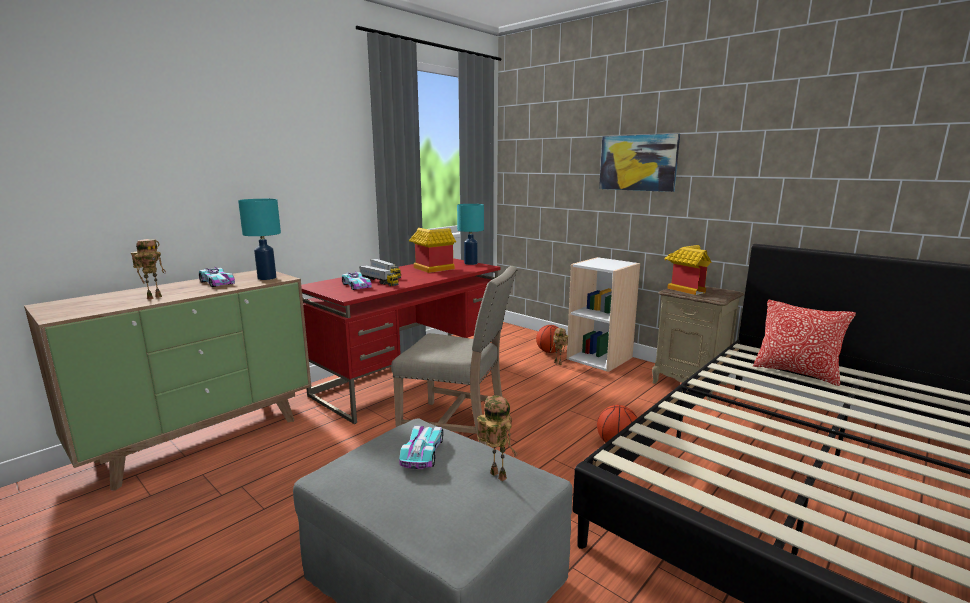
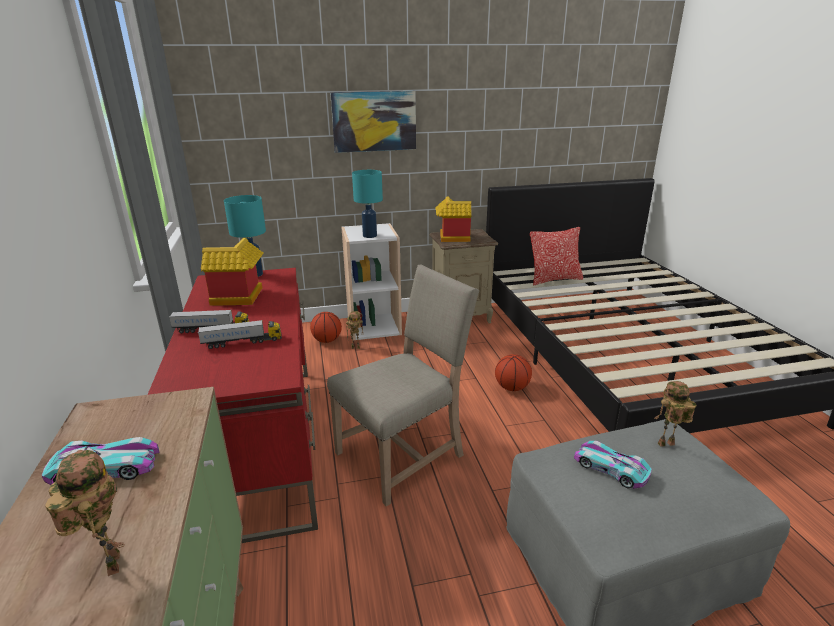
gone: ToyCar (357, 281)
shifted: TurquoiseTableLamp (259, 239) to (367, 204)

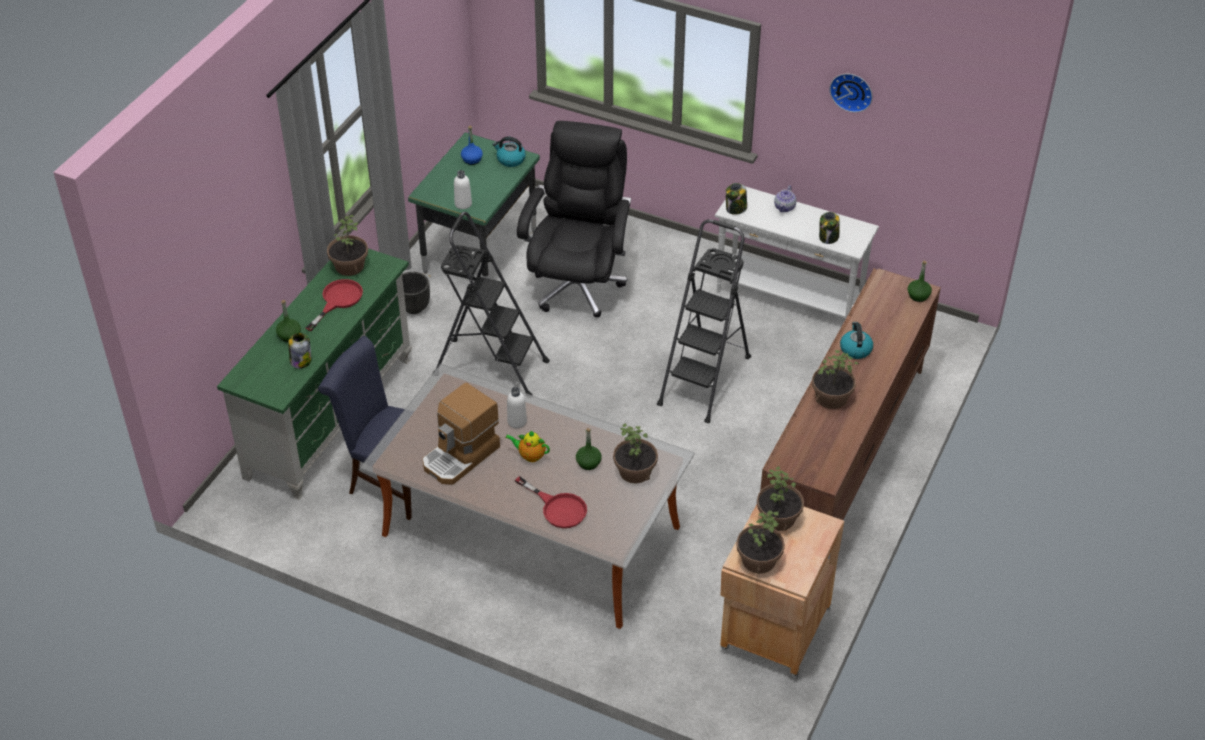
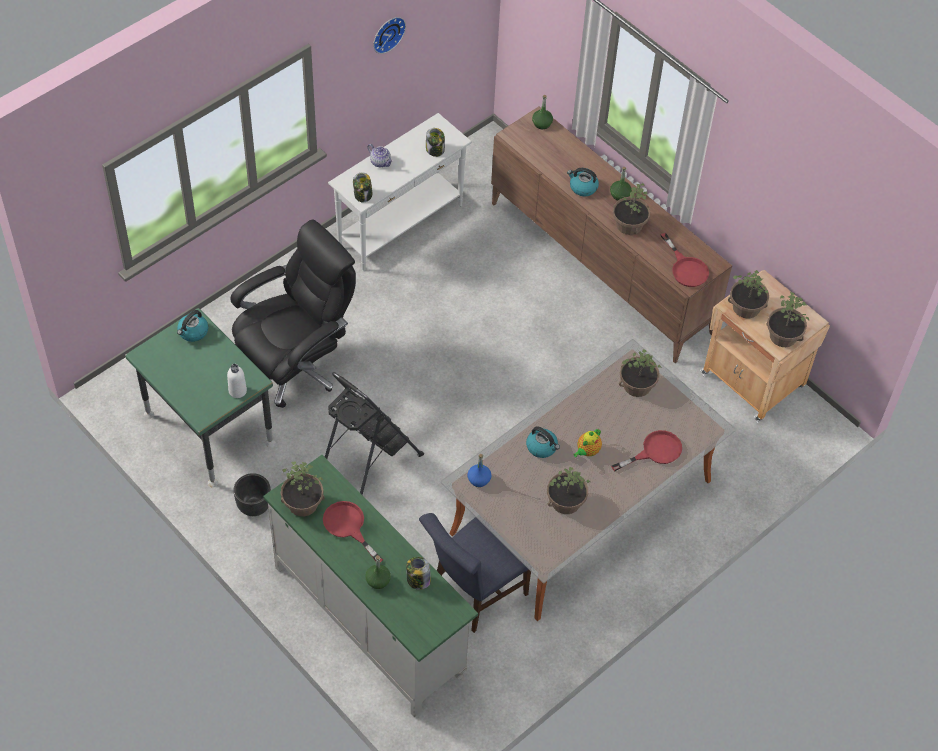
gone: StepLadder (704, 321)
new: RedFryingPan (685, 260)
shifted: BlueBottle (472, 145) to (479, 470); GreenBottle (589, 449) to (621, 184)
swapped: CoffeeMachine (461, 434) to PottedPlant (568, 490); WhiteBottle (517, 407) to Kettle (543, 442)
rotated: BlackOfficeChair (574, 219) = (293, 313) 105 degrees clockwise

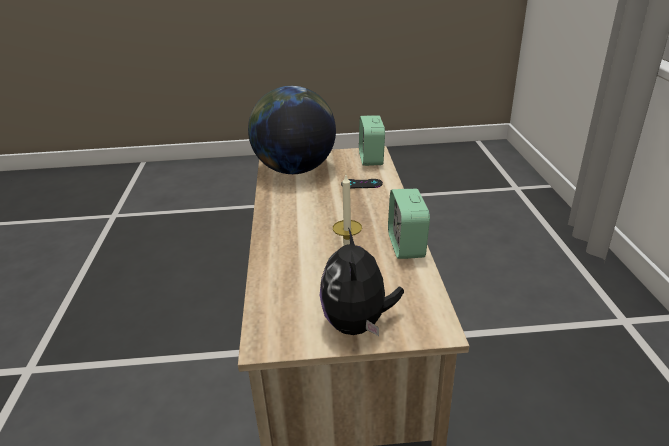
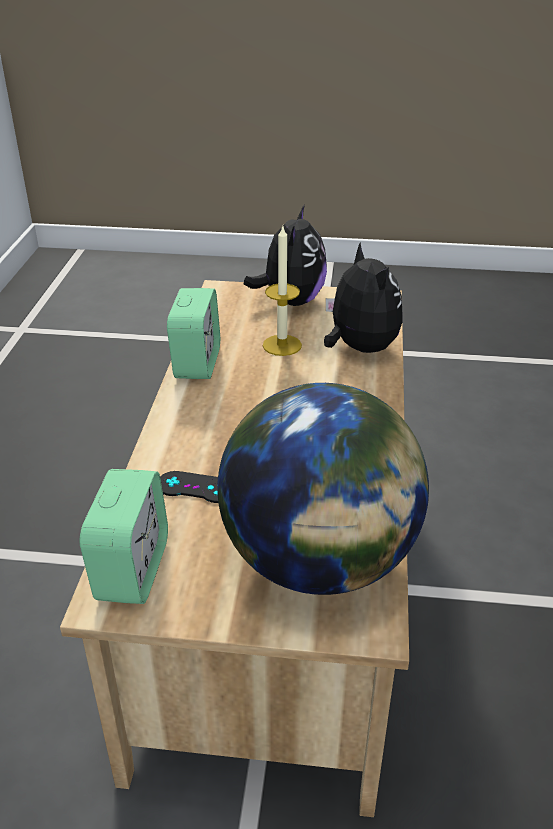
new: PlushToy (363, 297)

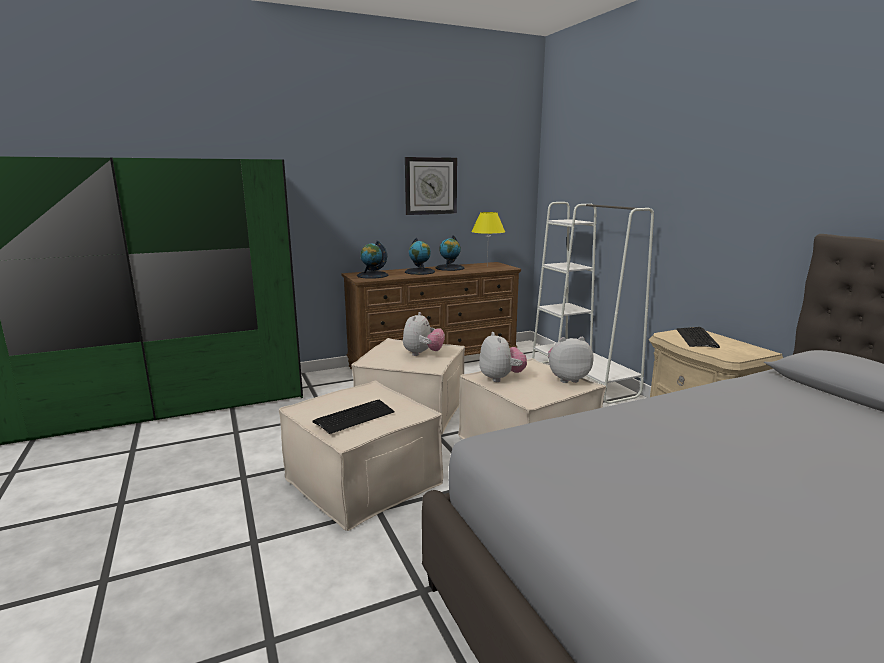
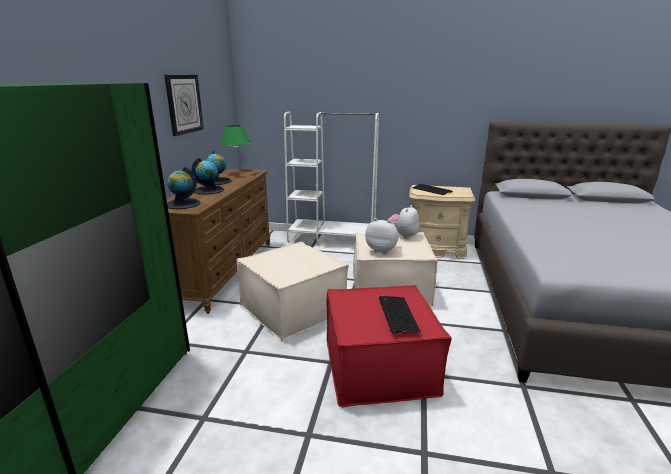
gone: PlushToy (424, 334)
repainted: YellowTableLamp (488, 239) to GreenTableLamp (235, 147); BeigeOttoman (361, 456) to RedOttoman (389, 346)

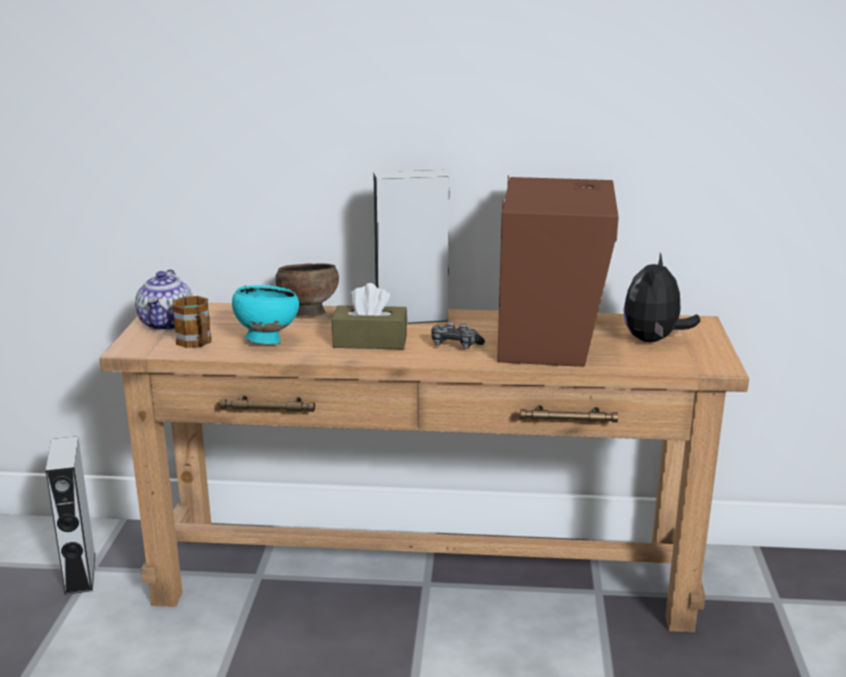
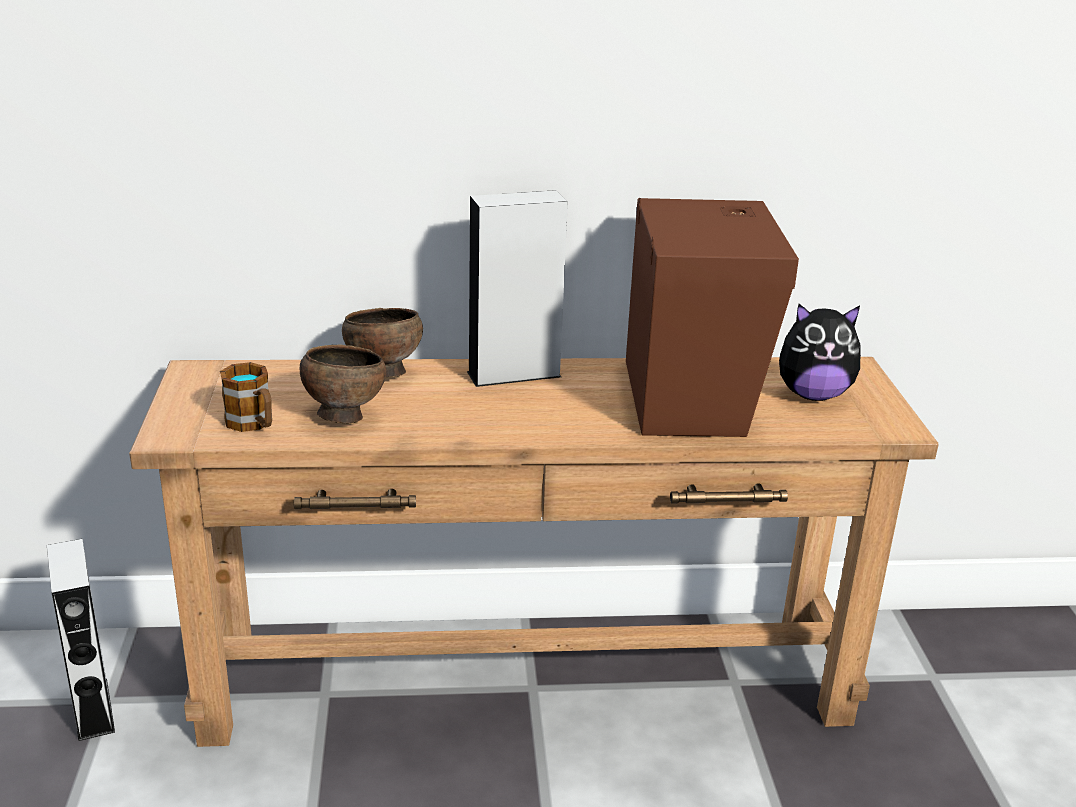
gone: Teapot (164, 300); BrownTissueBox (370, 316); GameController (458, 335)
repainted: TurquoiseBowl (265, 314) to BrownBowl (343, 383)
rotated: PlushToy (661, 297) = (820, 352) 105 degrees counterclockwise

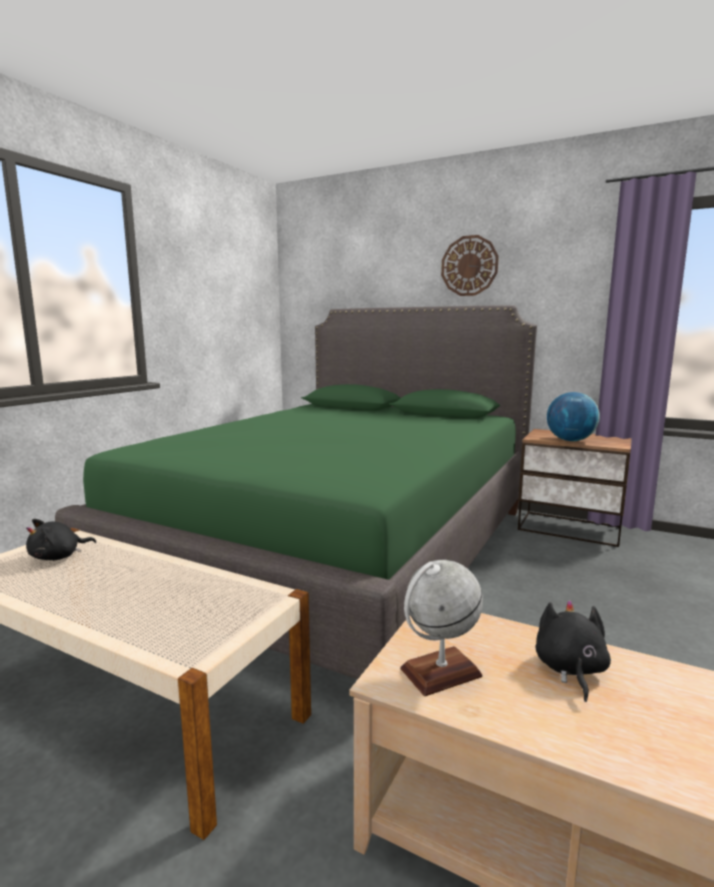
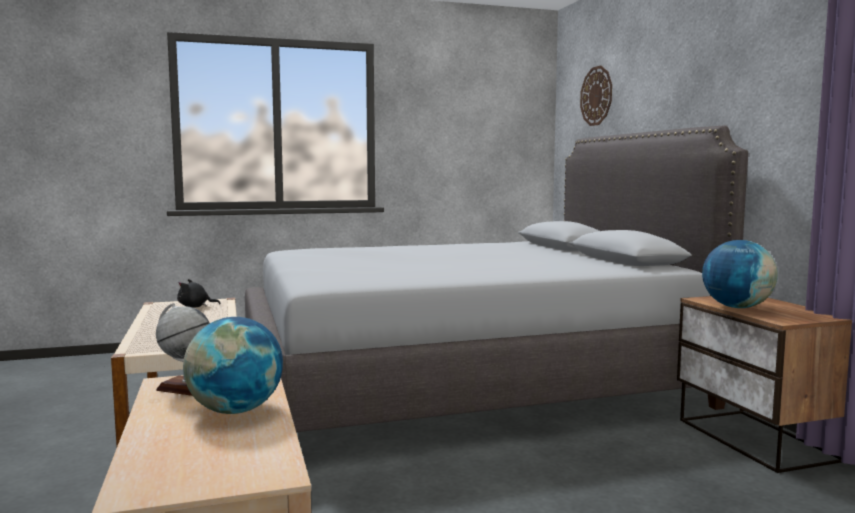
shifted: WallClock (470, 265) to (596, 95)
swapped: BlackPlushToy (573, 651) to Globe (233, 365)
repainted: GreenBed (296, 492) to GreyBed (496, 278)

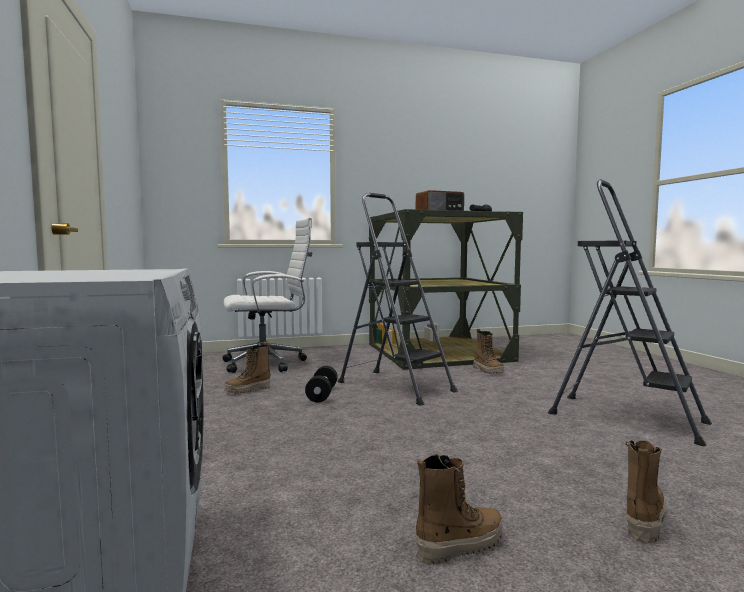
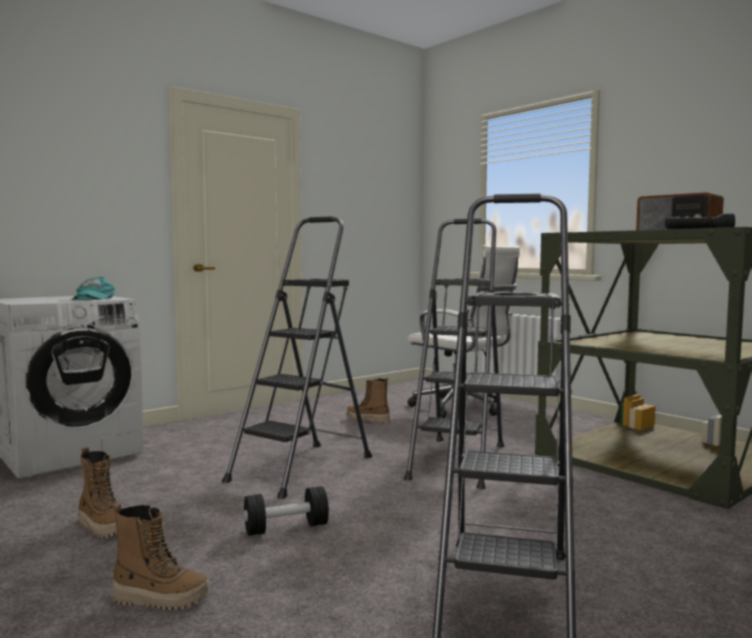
gone: Boot (488, 351)
new: StepLadder (297, 357); TurquoiseCap (93, 288)
shifted: BlackDumbbell (321, 384) to (286, 511)

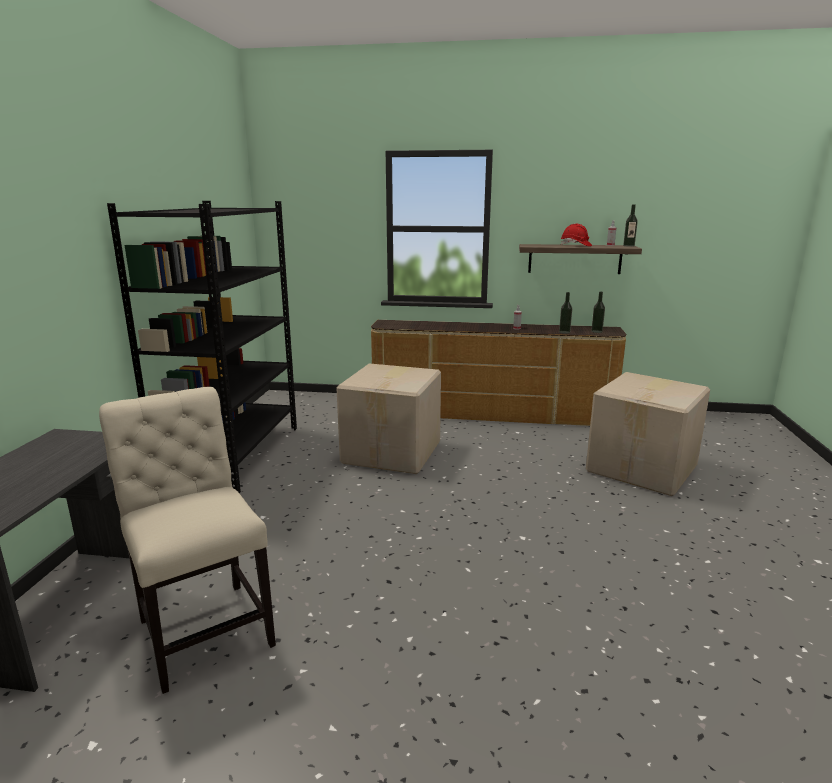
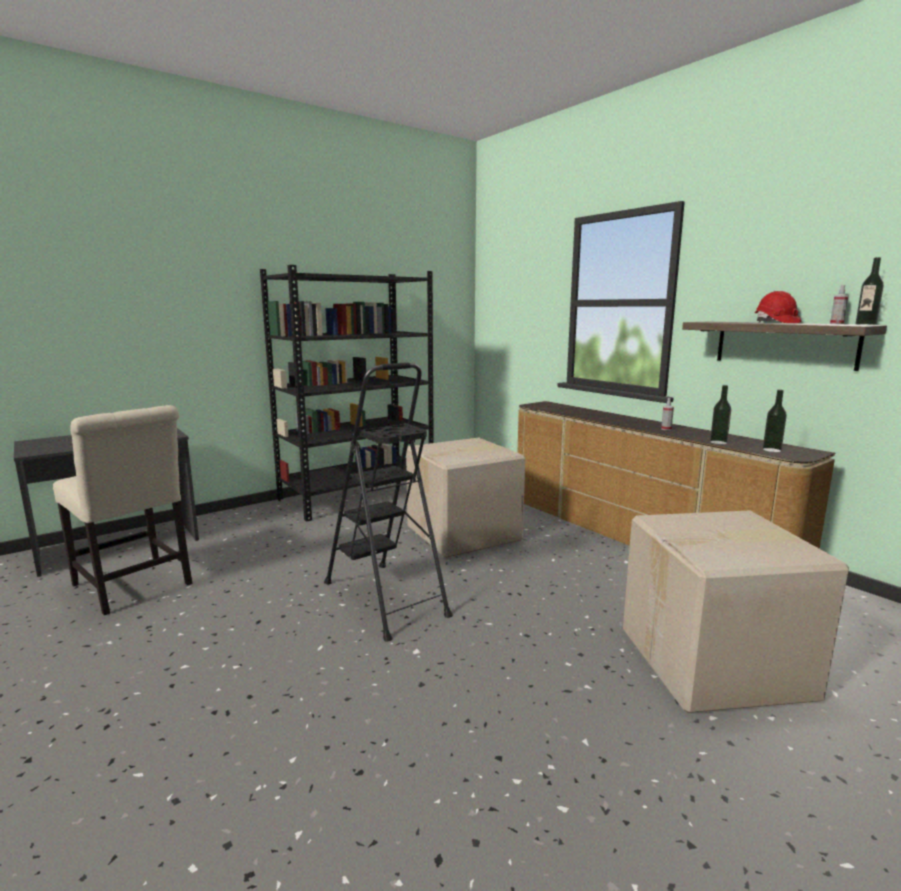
new: StepLadder (388, 501)
rotated: BeigeChair (187, 540) = (122, 510) 120 degrees clockwise

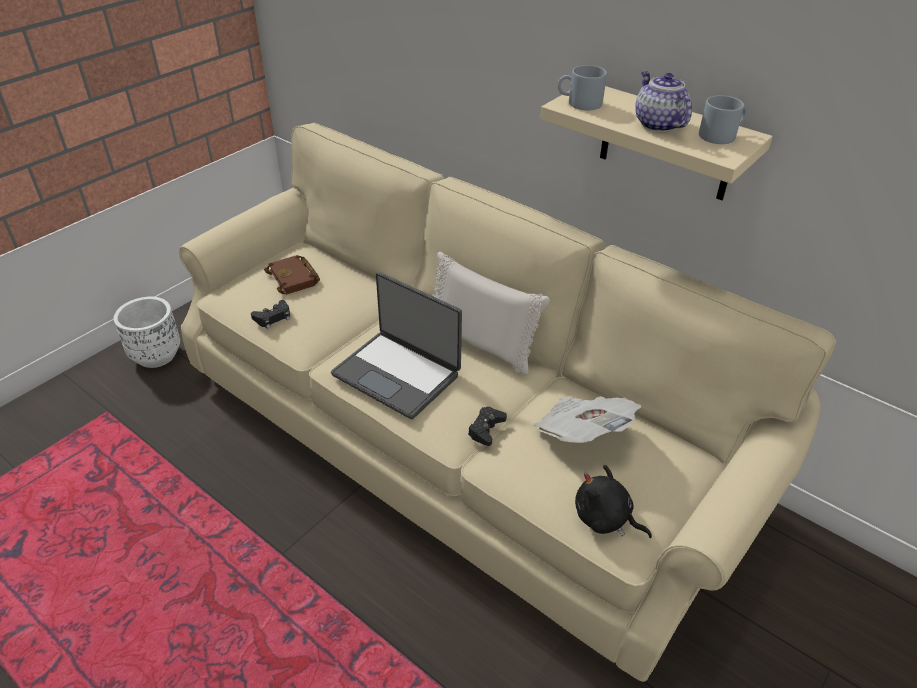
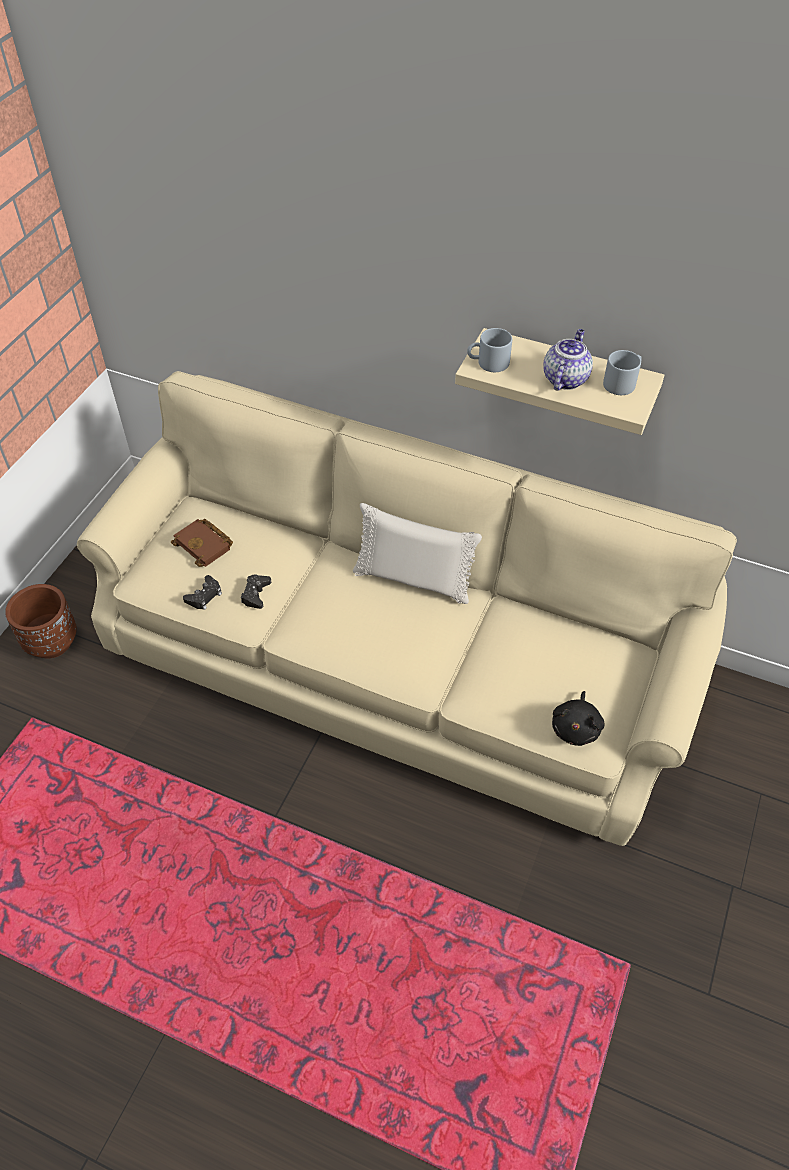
gone: Laptop (396, 345); Newspaper (587, 420)
shifted: BlackGameController (487, 426) to (256, 591)
repainted: WhitePlanter (147, 332) to BrownPlanter (41, 621)
rotated: Teapot (663, 101) = (568, 360) 60 degrees clockwise; BlackPlushToy (613, 501) = (578, 718) 90 degrees counterclockwise

